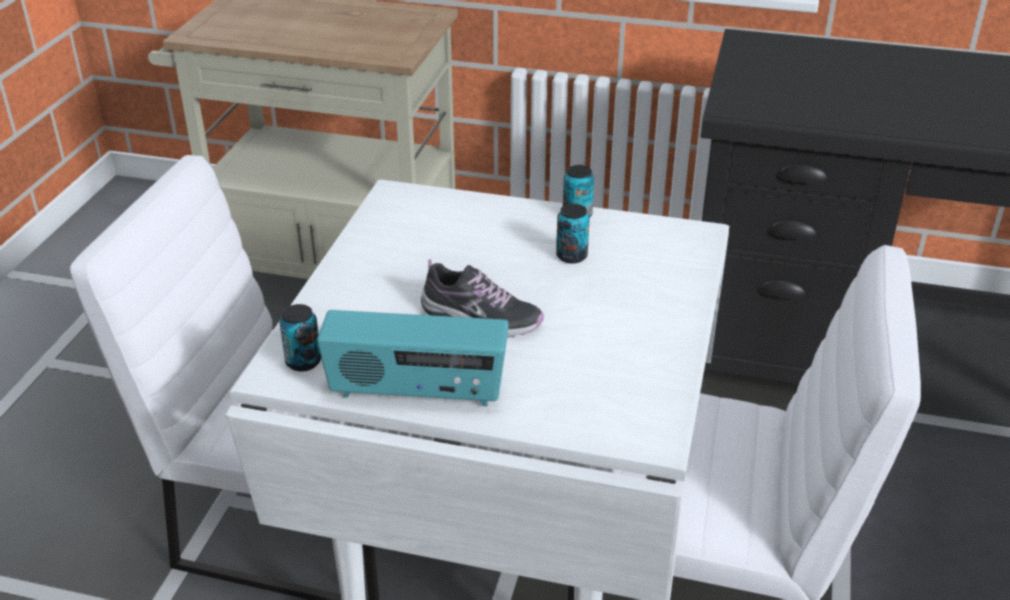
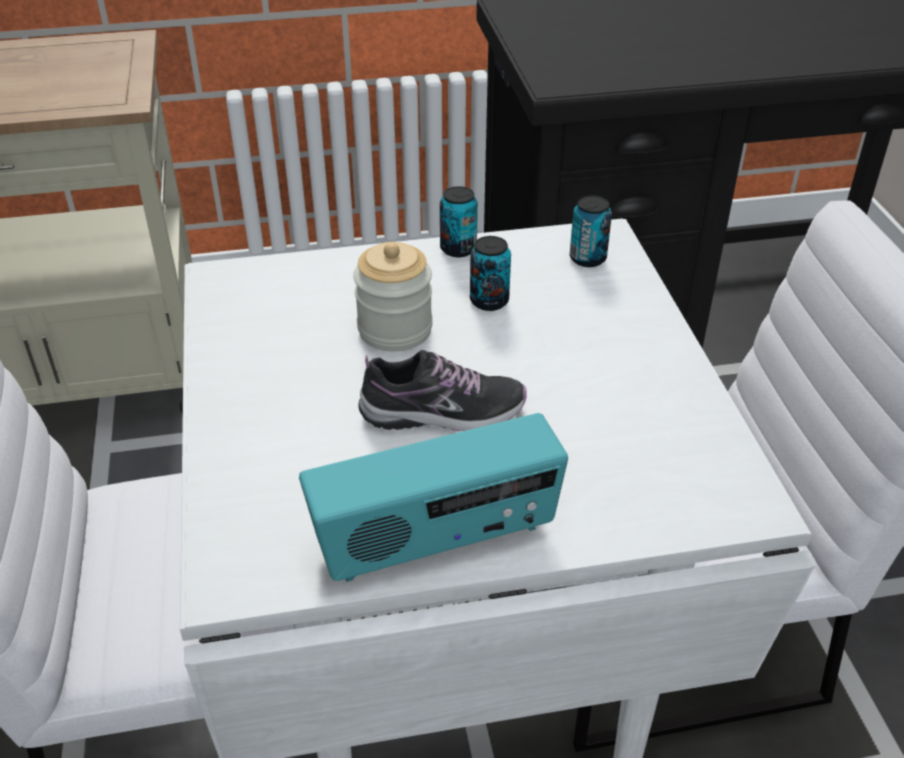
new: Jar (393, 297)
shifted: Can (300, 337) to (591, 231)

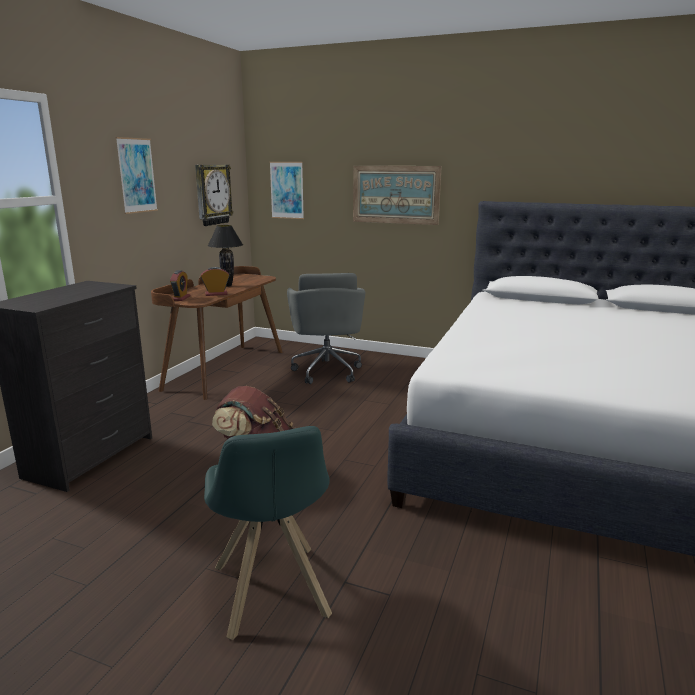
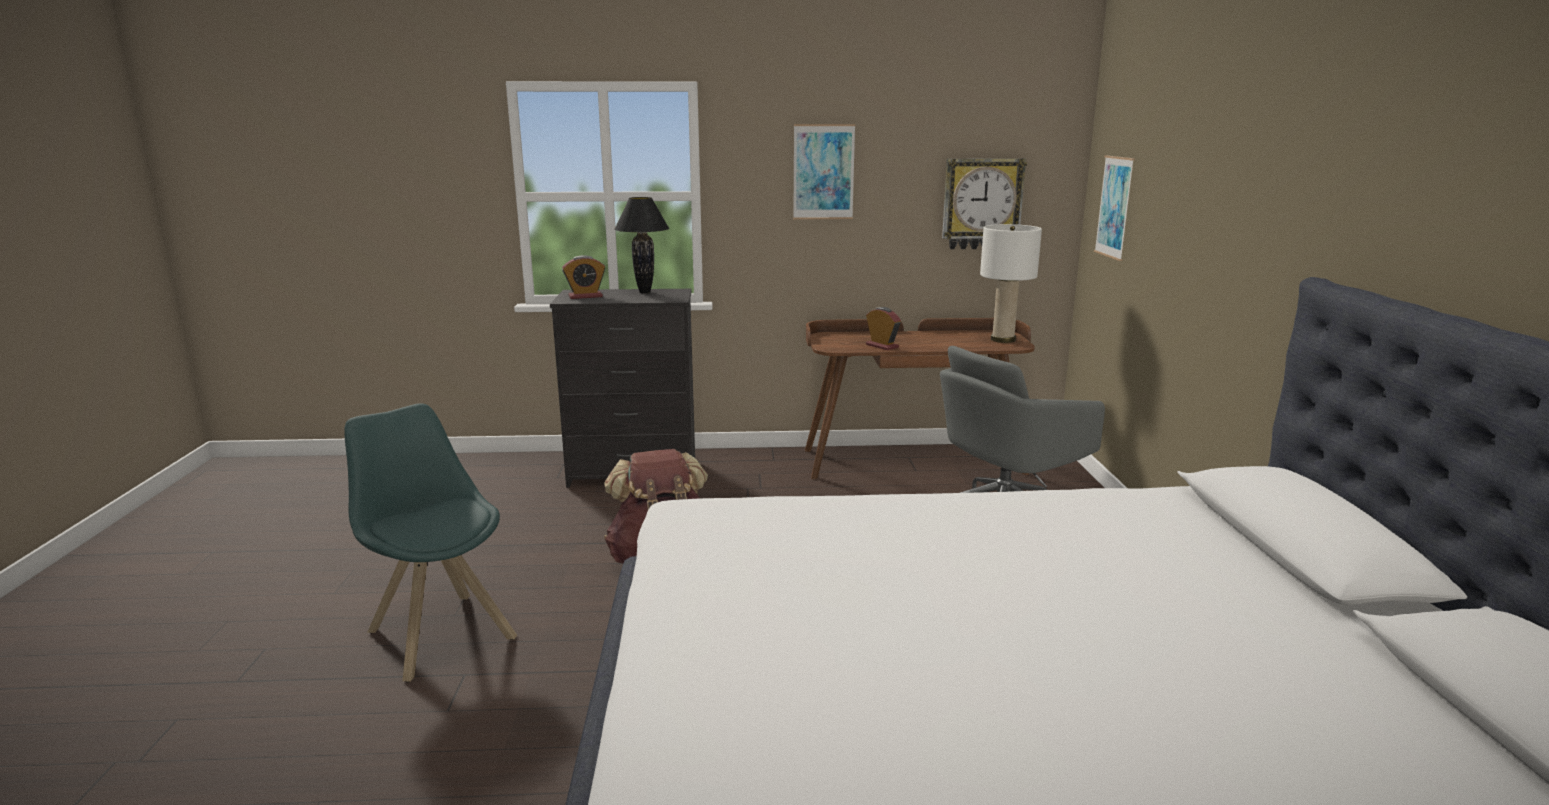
gone: Picture (397, 195)
new: WhiteTableLamp (1011, 283)
shifted: BlackTableLamp (225, 255) to (641, 245); AlarmClock (180, 285) to (583, 277)
rotated: TurquoiseChair (268, 533) = (430, 542) 90 degrees clockwise

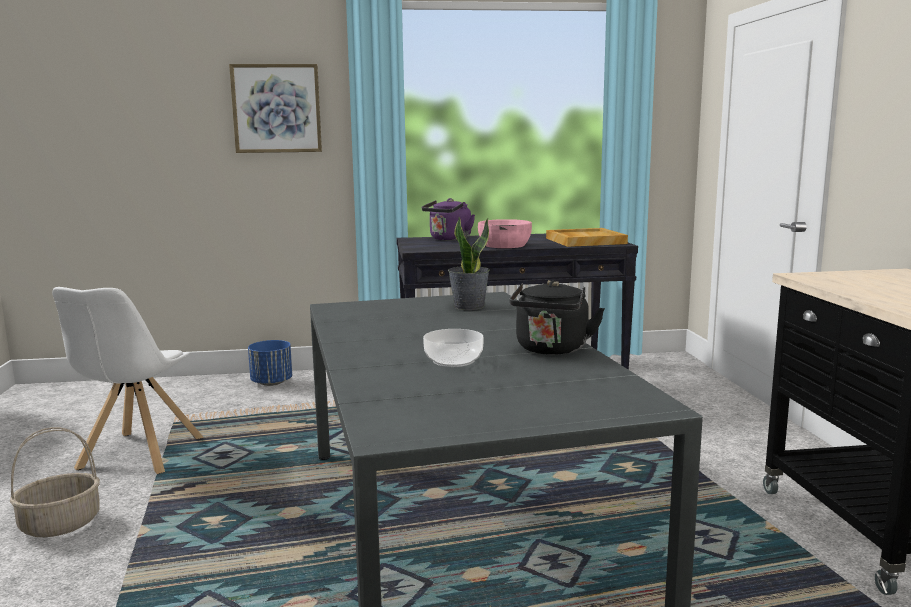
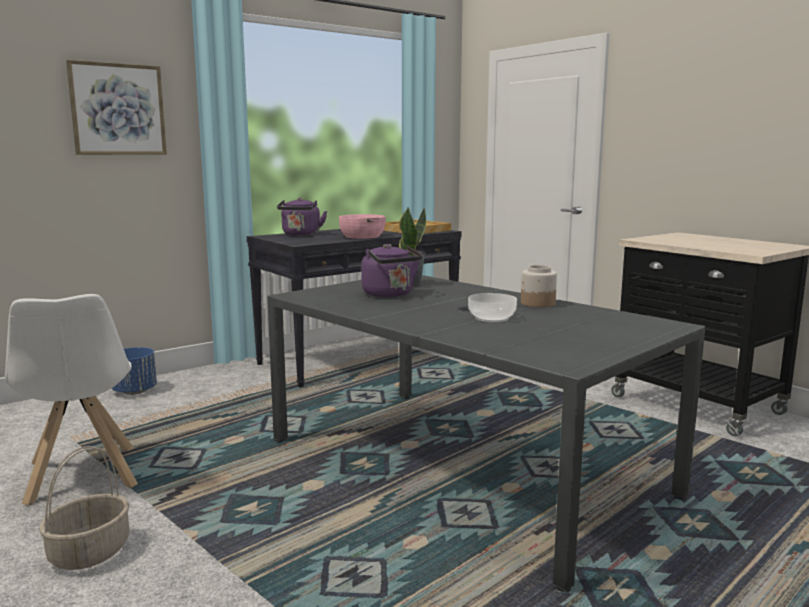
new: PurpleKettle (391, 270)
swapped: BlackKettle (557, 317) to Jar (539, 286)

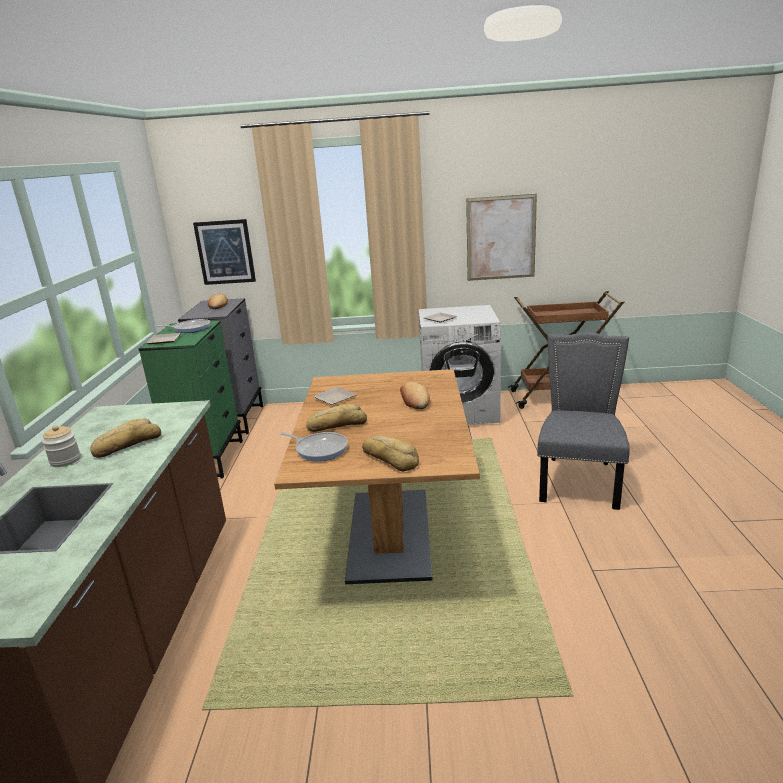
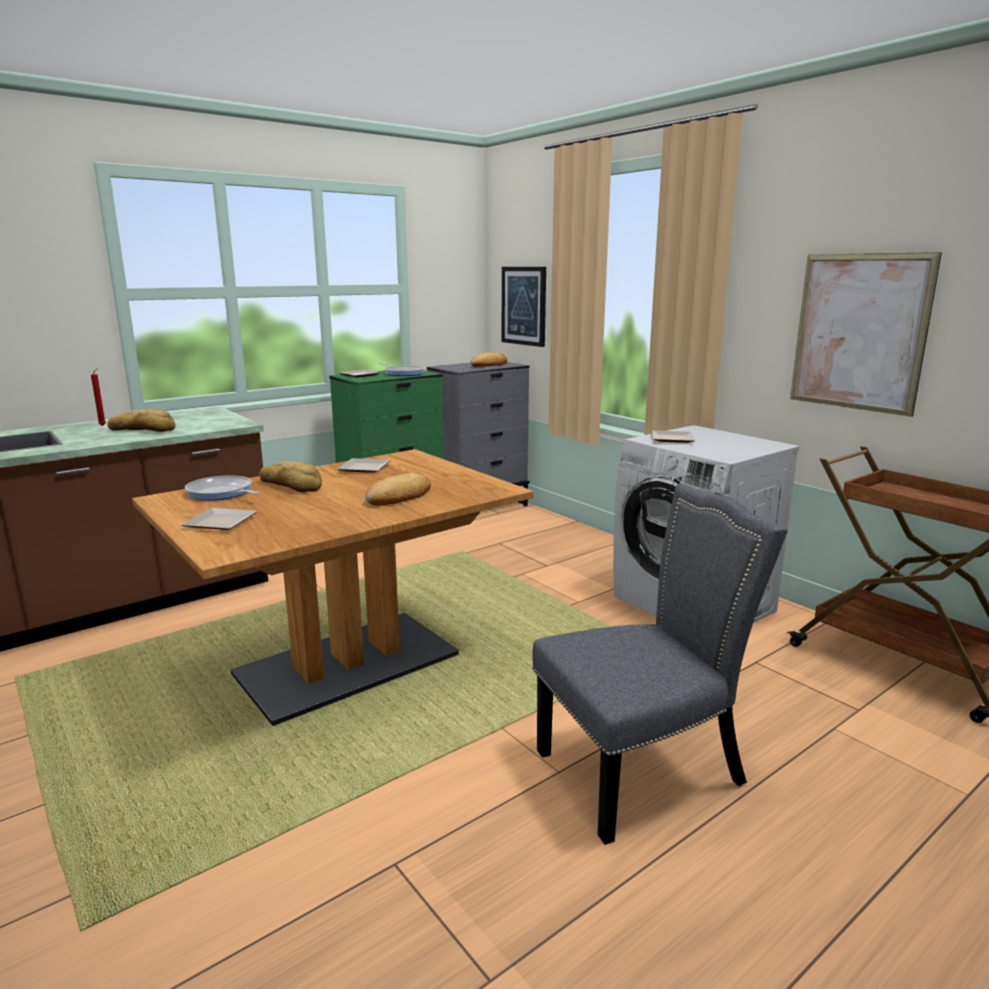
swapped: Jar (61, 446) to RedCandle (98, 397); Bread (390, 453) to Plate (219, 519)
rotated: FryingPan (314, 446) = (222, 488) 135 degrees clockwise

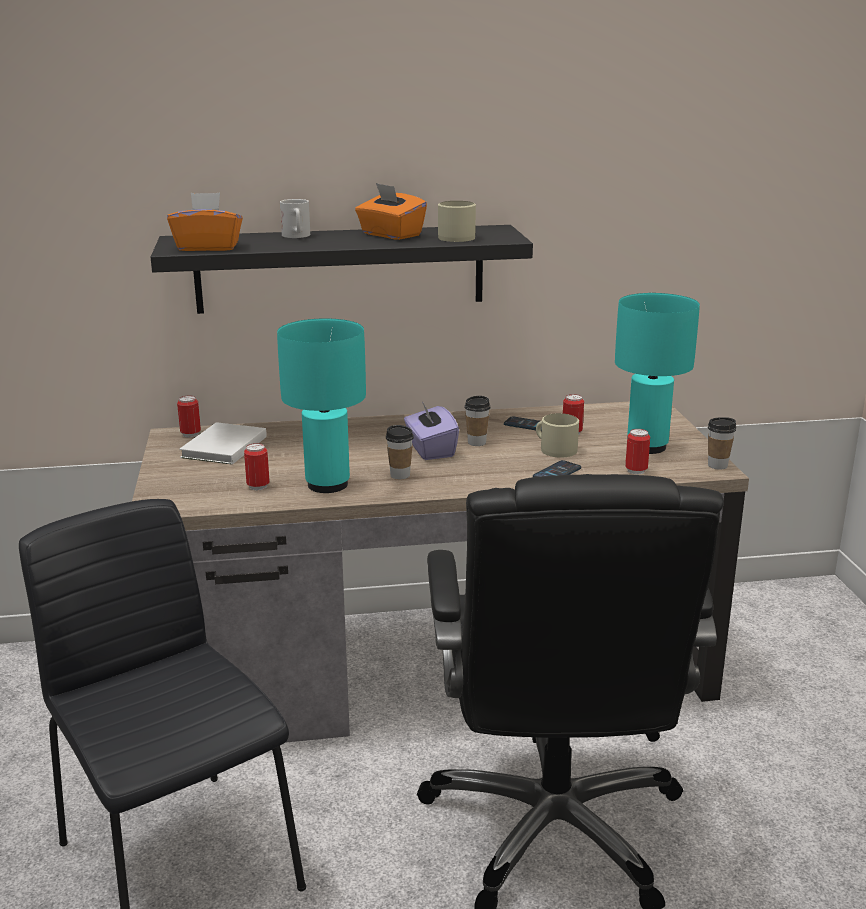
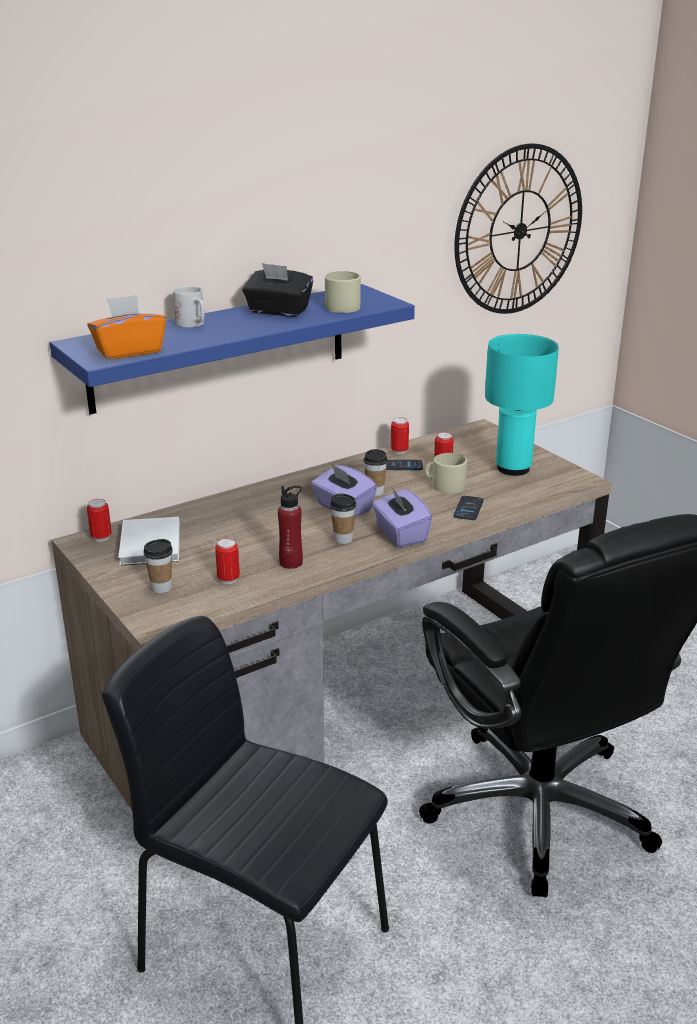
new: WallClock (518, 228); PurpleTissueBox (402, 516)
shifted: Cup (722, 443) to (158, 566); Can (637, 452) to (400, 435)
swapped: TurquoiseTableLamp (321, 405) to RedBottle (290, 527)
repainted: OrangeTissueBox (391, 211) to BlackTissueBox (277, 290); BlackShelf (341, 269) to BlueShelf (232, 349)

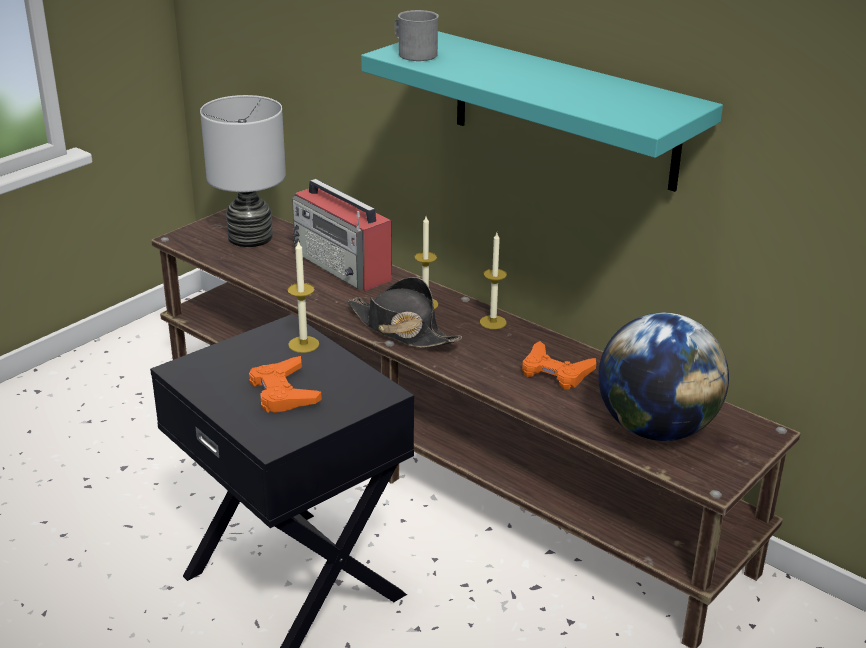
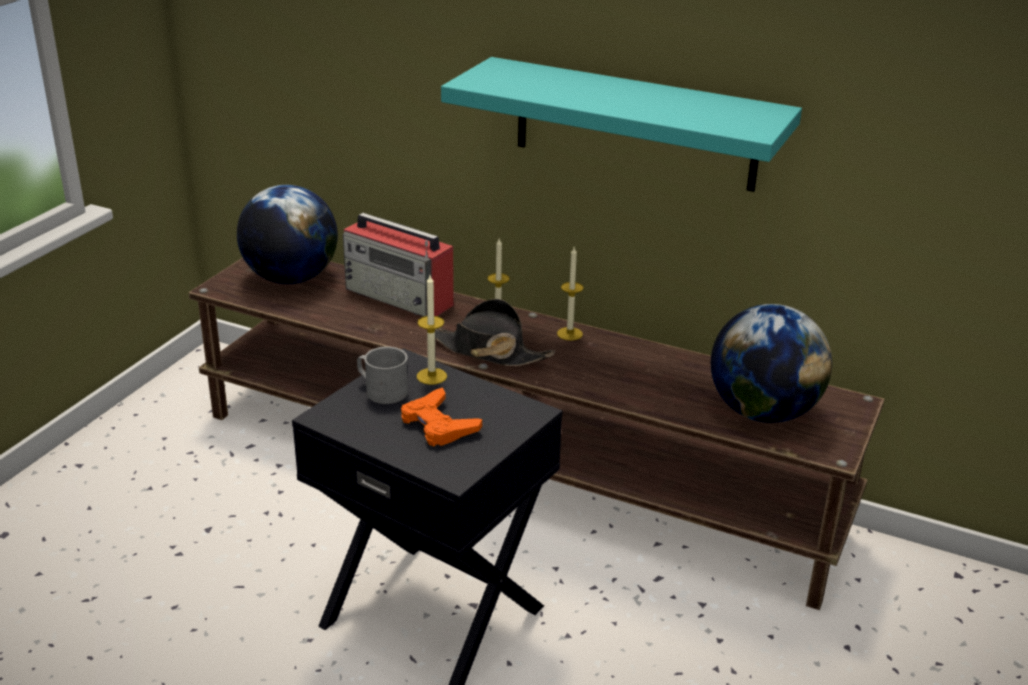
gone: OrangeGameController (559, 365)
shifted: GreyMug (417, 35) to (382, 375)
swapped: GreyTableLamp (243, 171) to Globe (287, 234)

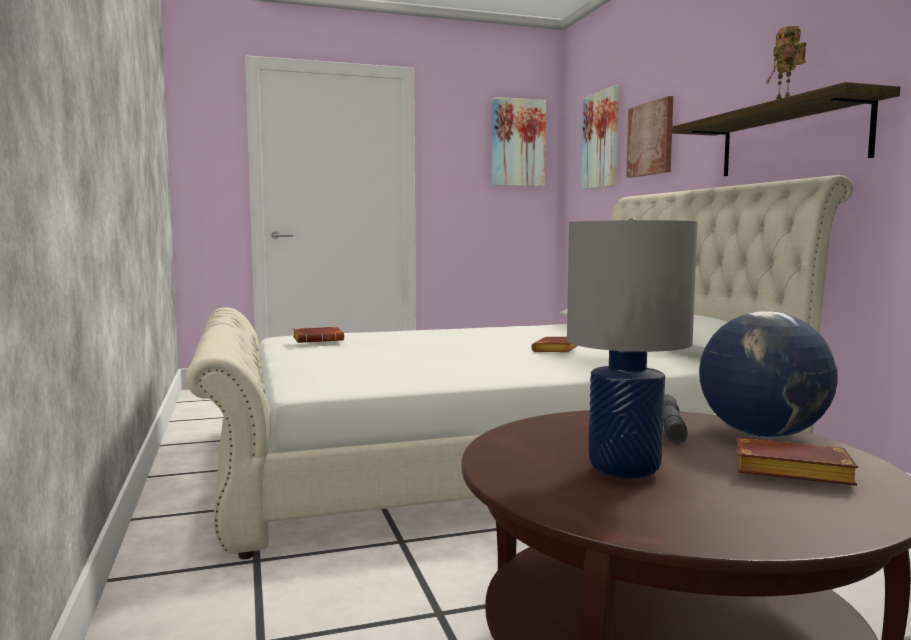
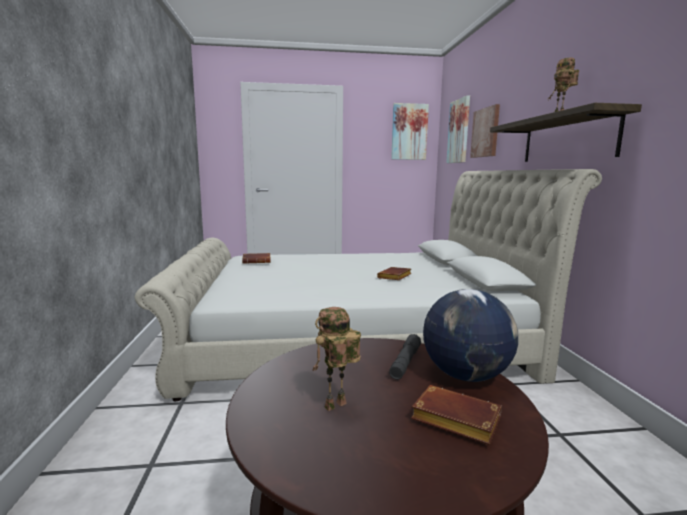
swapped: GreyTableLamp (632, 348) to ToyRobot (336, 359)

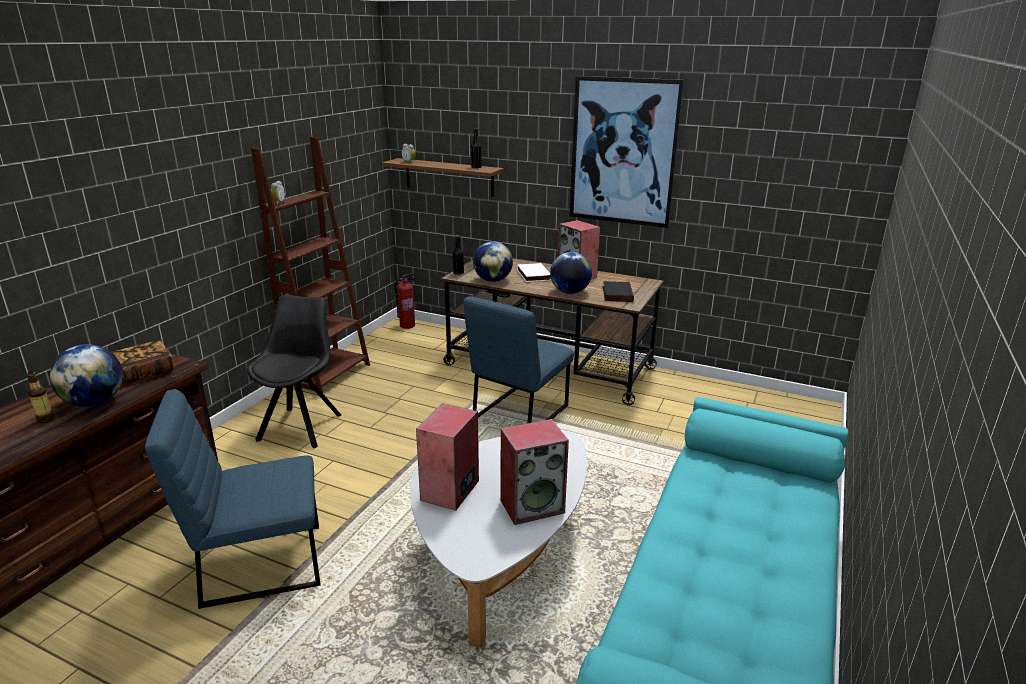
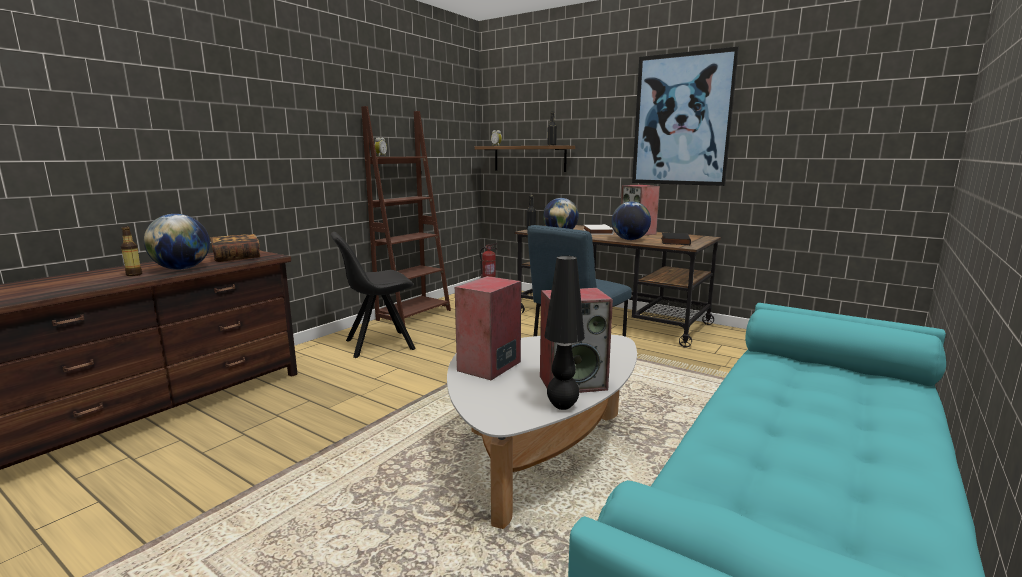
gone: BlueChair (232, 499)
new: BlackTableLamp (564, 333)
rotated: BlackChair (294, 371) = (373, 295) 135 degrees counterclockwise

